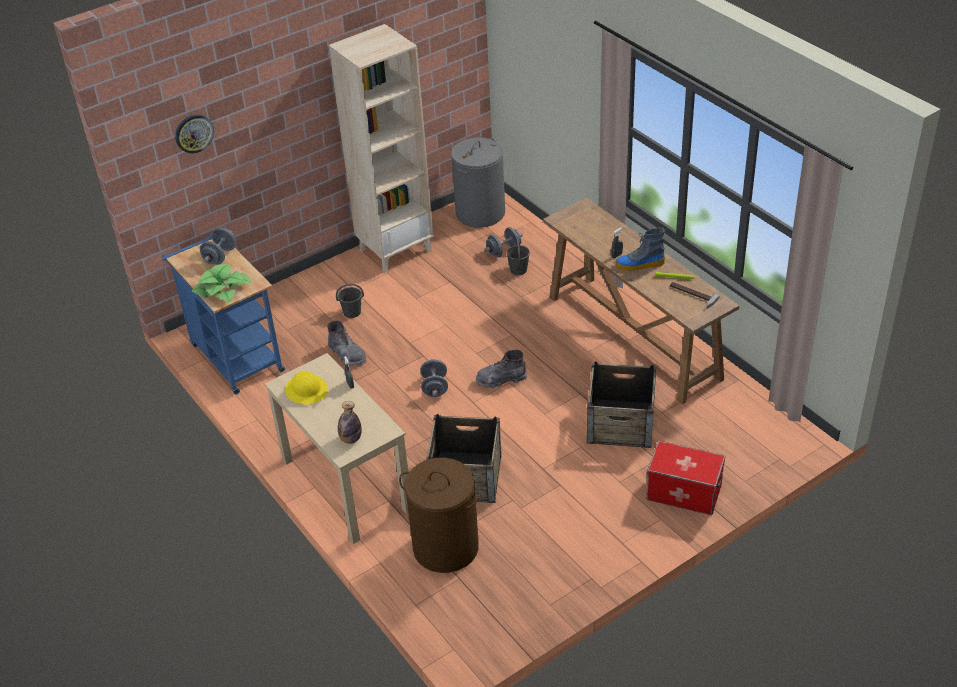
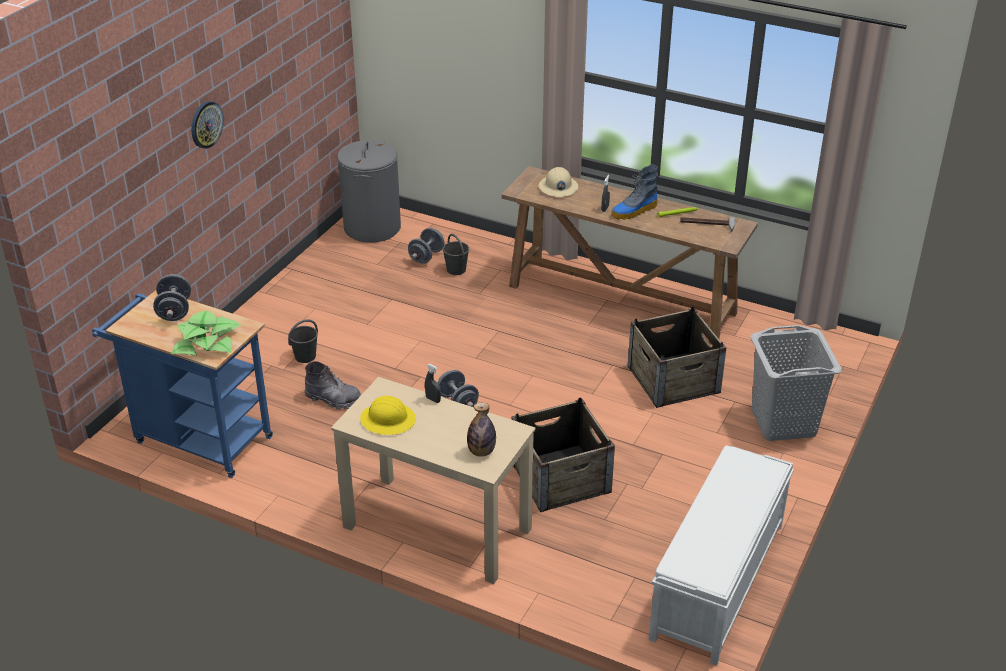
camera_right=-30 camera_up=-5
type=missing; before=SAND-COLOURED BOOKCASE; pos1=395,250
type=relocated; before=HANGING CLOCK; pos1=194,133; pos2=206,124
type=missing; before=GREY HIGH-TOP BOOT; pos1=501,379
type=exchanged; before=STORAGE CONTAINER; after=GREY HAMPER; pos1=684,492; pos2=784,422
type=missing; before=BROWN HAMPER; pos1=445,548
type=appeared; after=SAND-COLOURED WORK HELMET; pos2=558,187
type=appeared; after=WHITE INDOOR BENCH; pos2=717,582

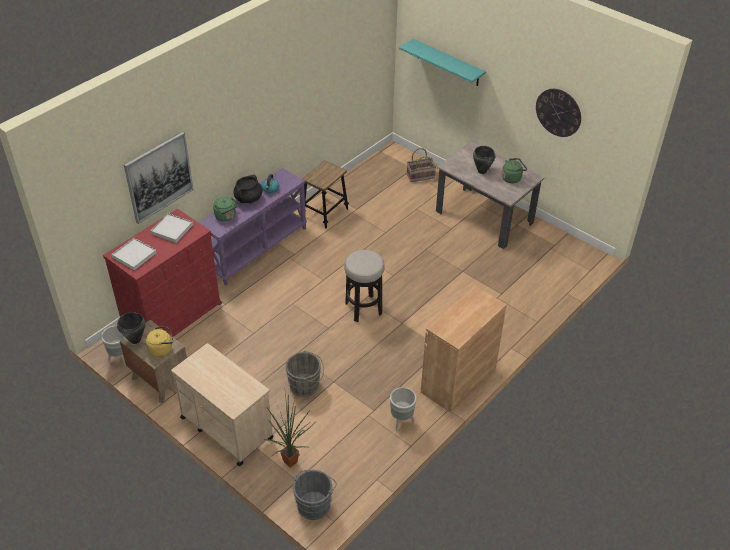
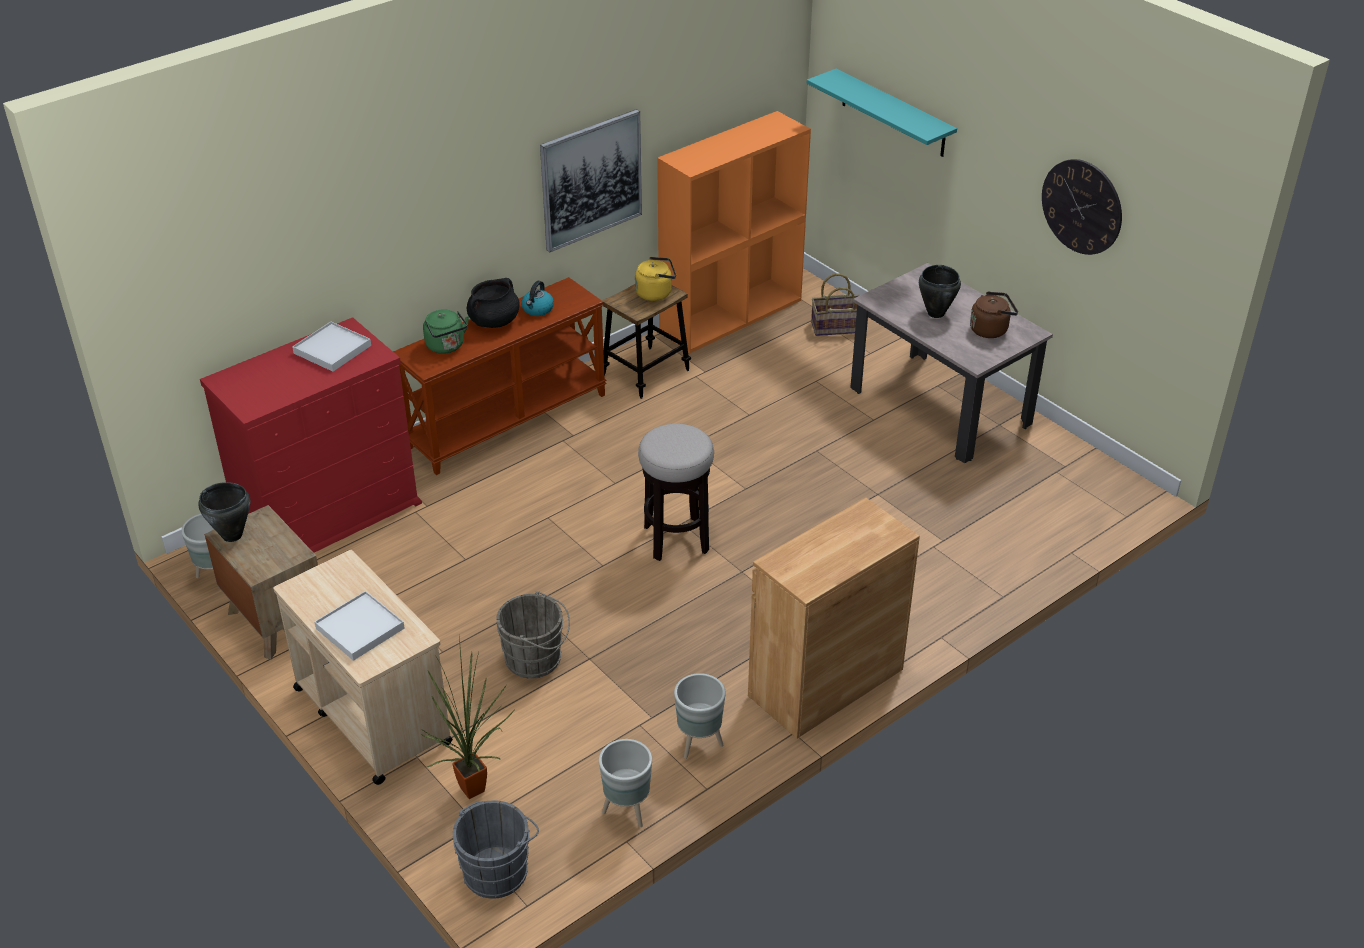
camera_right=10 camera_up=-5
type=relocated; before=WALL PICTURE; pos1=159,177; pos2=591,180
type=colour; before=GREEN-COLOURED KETTLE; after=BROWN KETTLE; pos1=512,178; pos2=991,329
type=colour; before=PURPLISH CONSOLE TABLE; after=BROWN CONSOLE TABLE; pos1=256,248; pos2=507,420
type=relocated; before=WHITE CARRYING TRAY; pos1=134,255; pos2=360,628
type=relocated; before=YELLOW KETTLE; pos1=162,349; pos2=656,293
type=appeared; after=ORANGE-COLOURED BOOKCASE; pos2=731,315
type=appeared; after=GREY PLANT POT; pos2=626,811

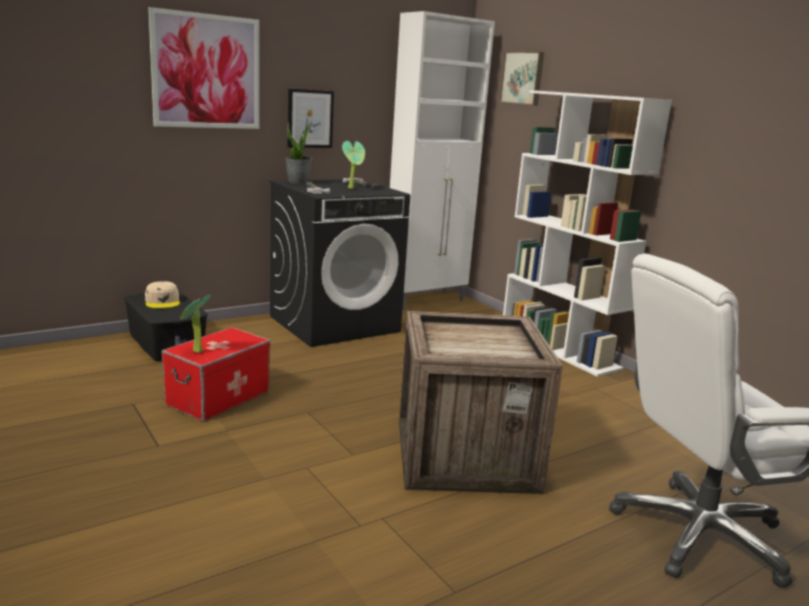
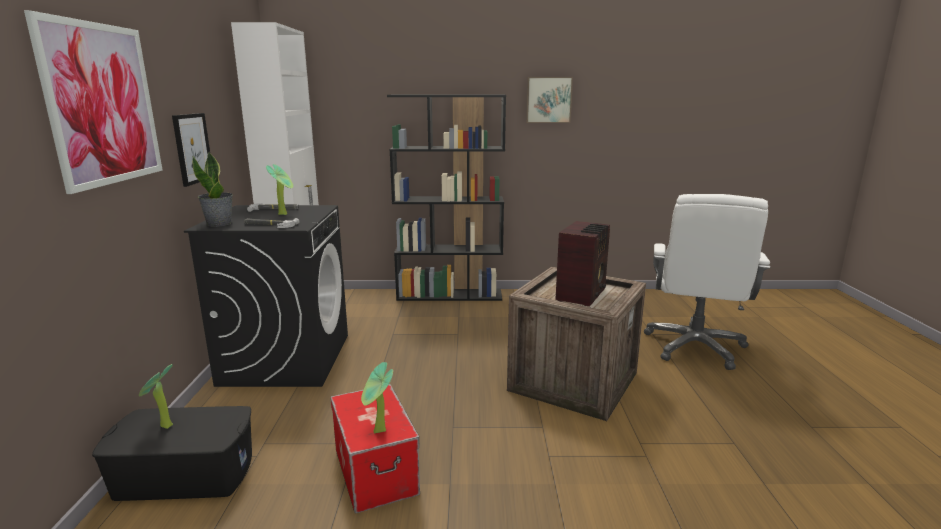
camera_right=-55 camera_up=0
type=relocated; before=WALL PICTURE; pos1=523,78; pos2=548,100
type=colour; before=WHITE BOOKCASE; after=BLACK-COLOURED BOOKCASE; pos1=559,349; pos2=450,295
type=exchanged; before=SAND-COLOURED PEAKED CAP; after=HOUSEPLANT; pos1=162,301; pos2=163,427
type=appeared; after=RADIO; pos2=582,294

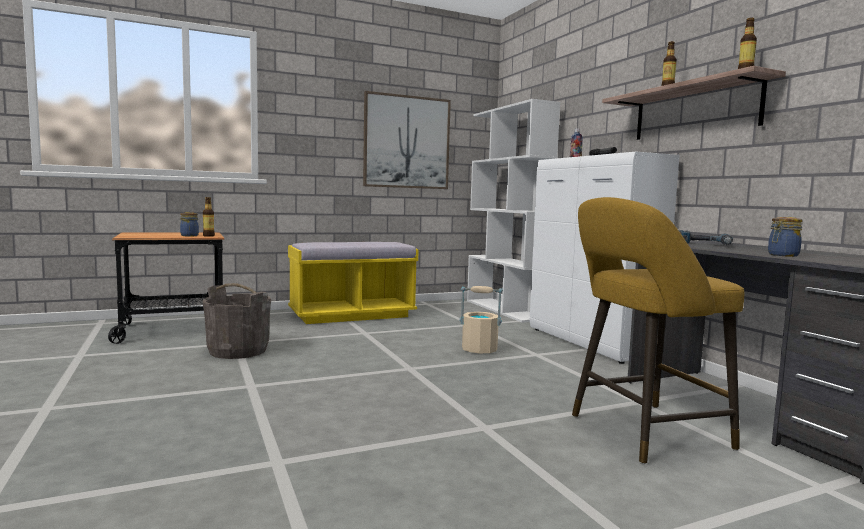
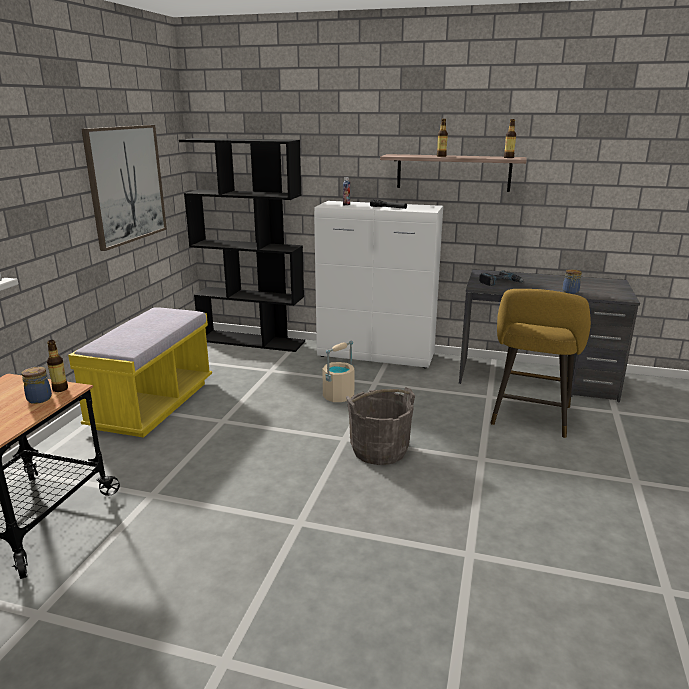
camera_right=-50 camera_up=15
type=colour; before=WHITE BOOKCASE; after=BLACK-COLOURED BOOKCASE; pos1=505,310; pos2=252,341
type=relocated; before=GREY WATER BUCKET; pos1=238,351; pos2=379,450

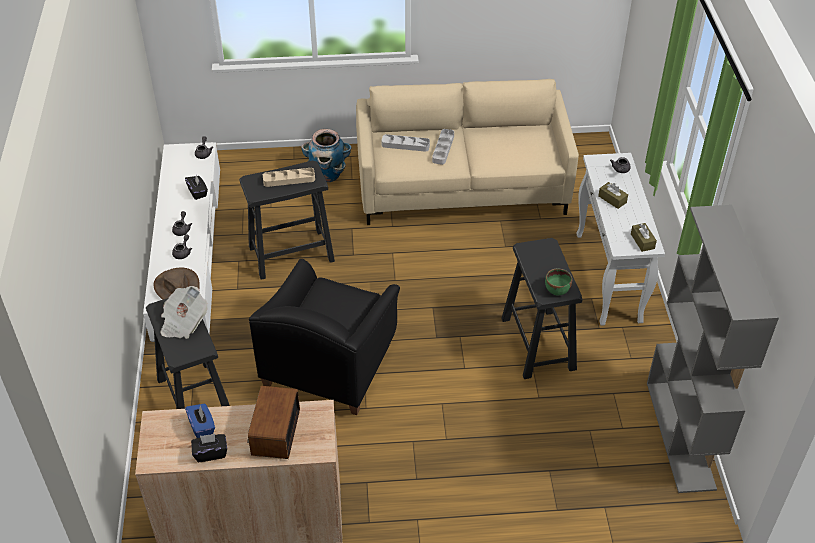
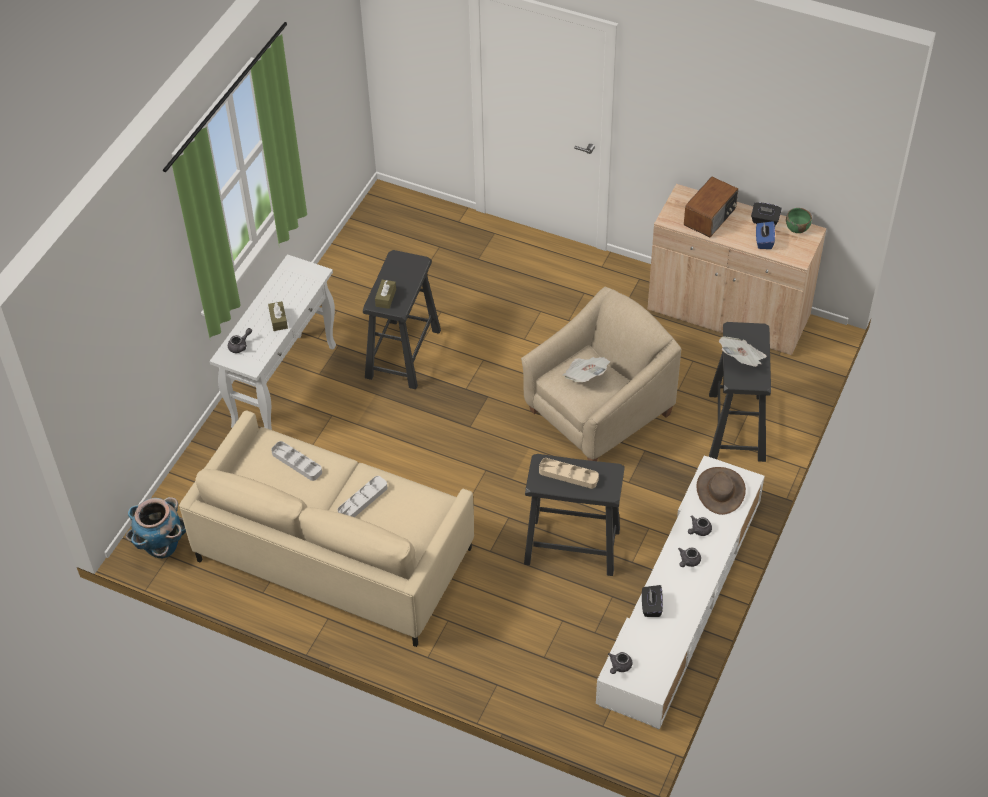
camera_right=-150 camera_up=5
type=relocated; before=PLANT POT; pos1=328,175; pos2=162,547
type=relocated; before=GREY CARRYING TRAY; pos1=405,145; pos2=297,463
type=missing; before=GREY BOOKCASE; pos1=681,435
type=relocated; before=BROWN TISSUE HOLDER; pos1=642,241; pos2=386,298
type=colour; before=BLACK-COLOURED LOUNGE CHAIR; after=SAND-COLOURED LOUNGE CHAIR; pos1=330,363; pos2=598,412
type=relocated; before=GREEN-COLOURED SERVING BOWL; pos1=557,290; pos2=797,228
type=appeared; after=PRINTED PAPER; pos2=585,376

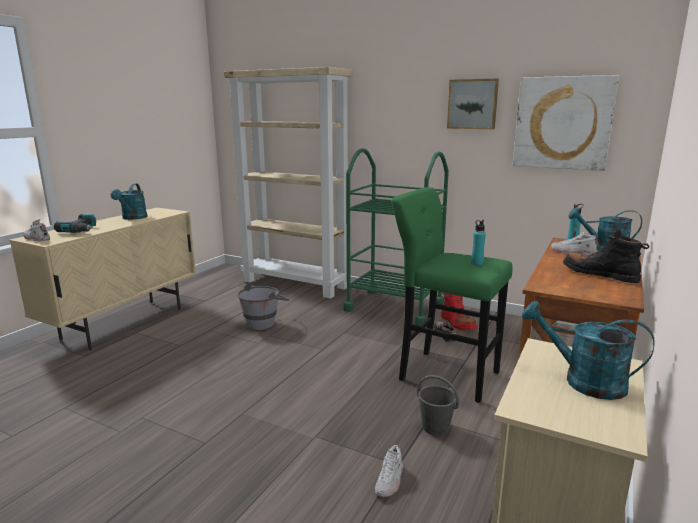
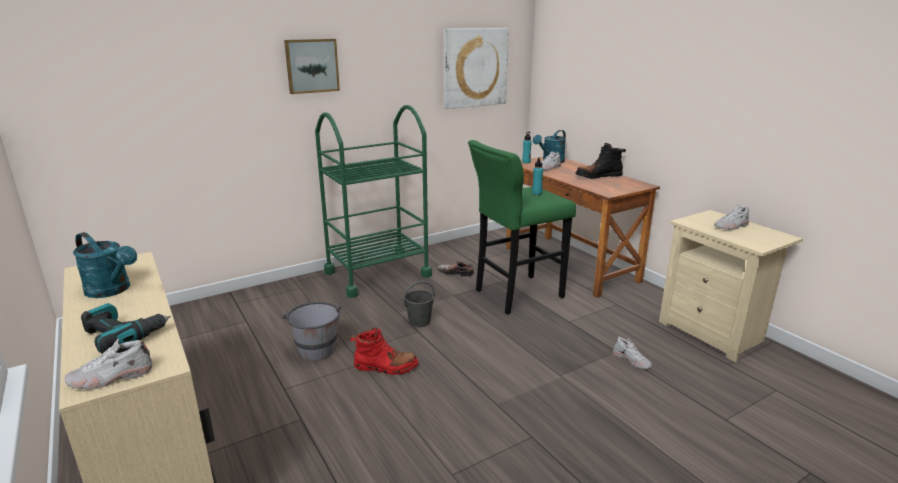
camera_right=-60 camera_up=5
type=missing; before=SAND-COLOURED BOOKCASE; pos1=296,284
type=relocated; before=WALL PICTURE; pos1=472,104; pos2=311,66
type=relocated; before=REDDISH HIGH-TOP BOOT; pos1=457,323; pos2=385,367
type=exchanged; before=BLUE-GREEN SPRINKLING CAN; after=WHITE SHOE; pos1=583,381; pos2=731,226
type=relocated; before=GREY WATER BUCKET; pos1=436,427; pos2=420,321

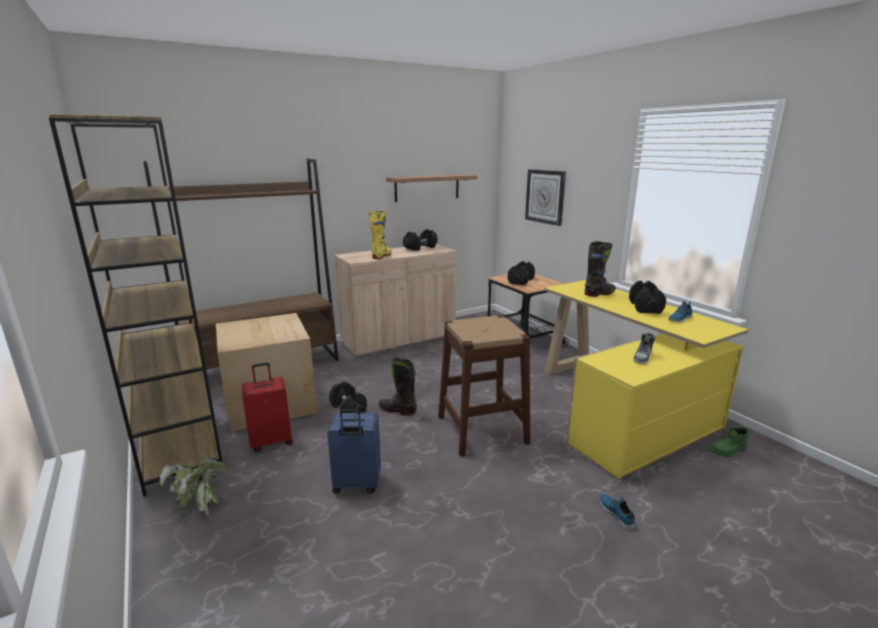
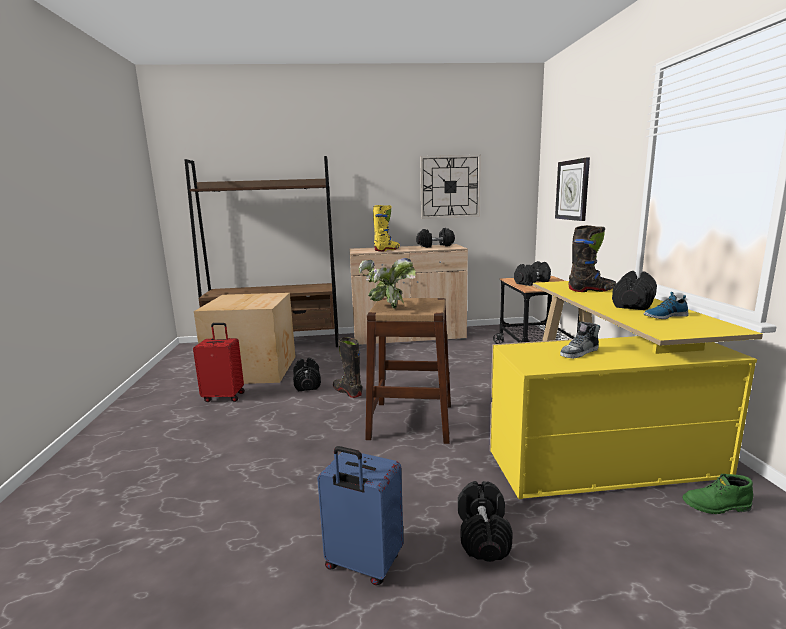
camera_right=25 camera_up=-5
type=missing; before=BROWN BOOKCASE; pos1=179,447
type=exchanged; before=BRACKET SHELF; after=HANGING CLOCK; pos1=427,188; pos2=450,187
type=relocated; before=BLUE PIECE OF LUGGAGE; pos1=356,485; pos2=362,564
type=relocated; before=HOUSEPLANT; pos1=199,503; pos2=386,307
type=exchanged; before=SHOE; after=BLACK-COLOURED FREE WEIGHT; pos1=617,513; pos2=482,534

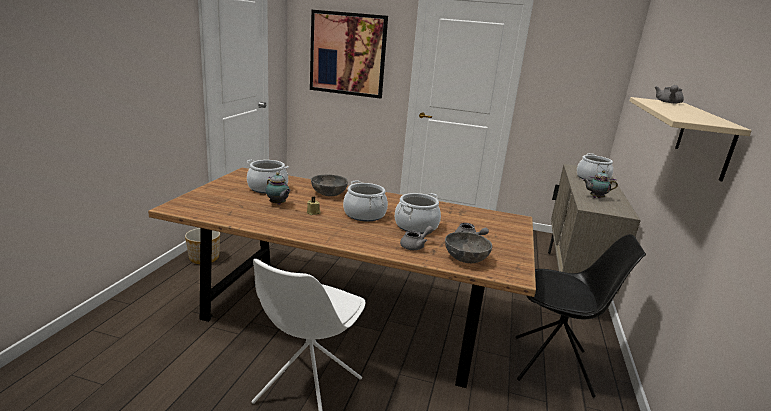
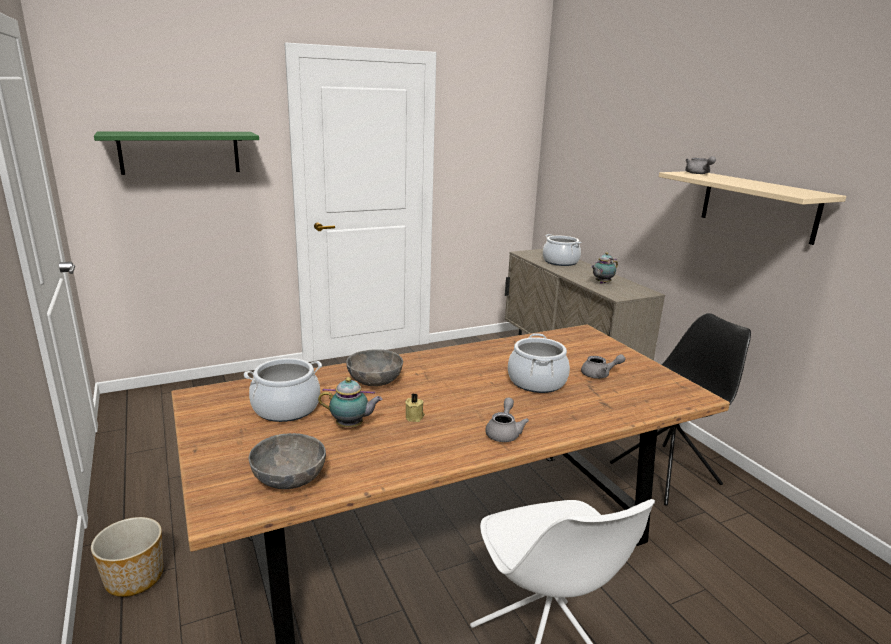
camera_right=-40 camera_up=0
type=exchanged; before=WALL PICTURE; after=GREEN-COLOURED BRACKET SHELF; pos1=347,54; pos2=180,152
type=missing; before=COOKING POT; pos1=364,214
type=relocated; before=GREY TEAPOT; pos1=415,246; pos2=504,432
type=relocated; before=GREY SERVING BOWL; pos1=465,258; pos2=289,479

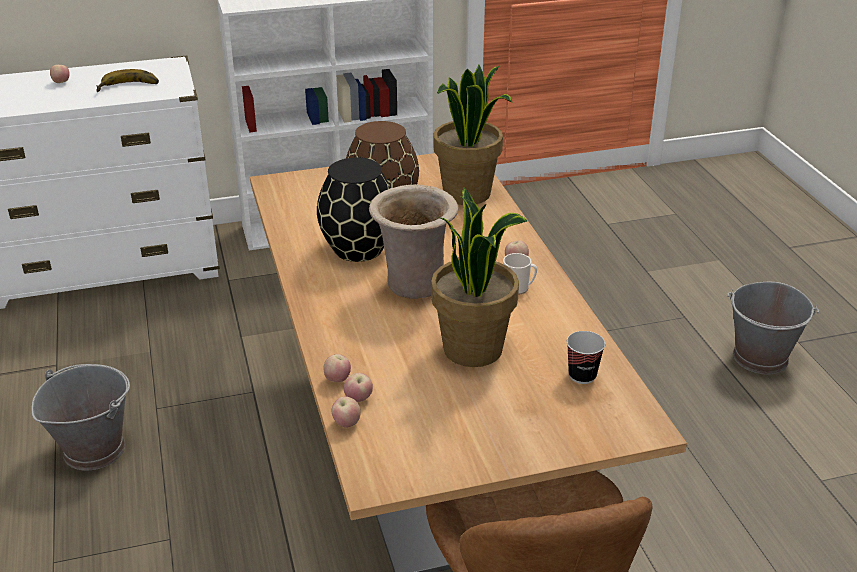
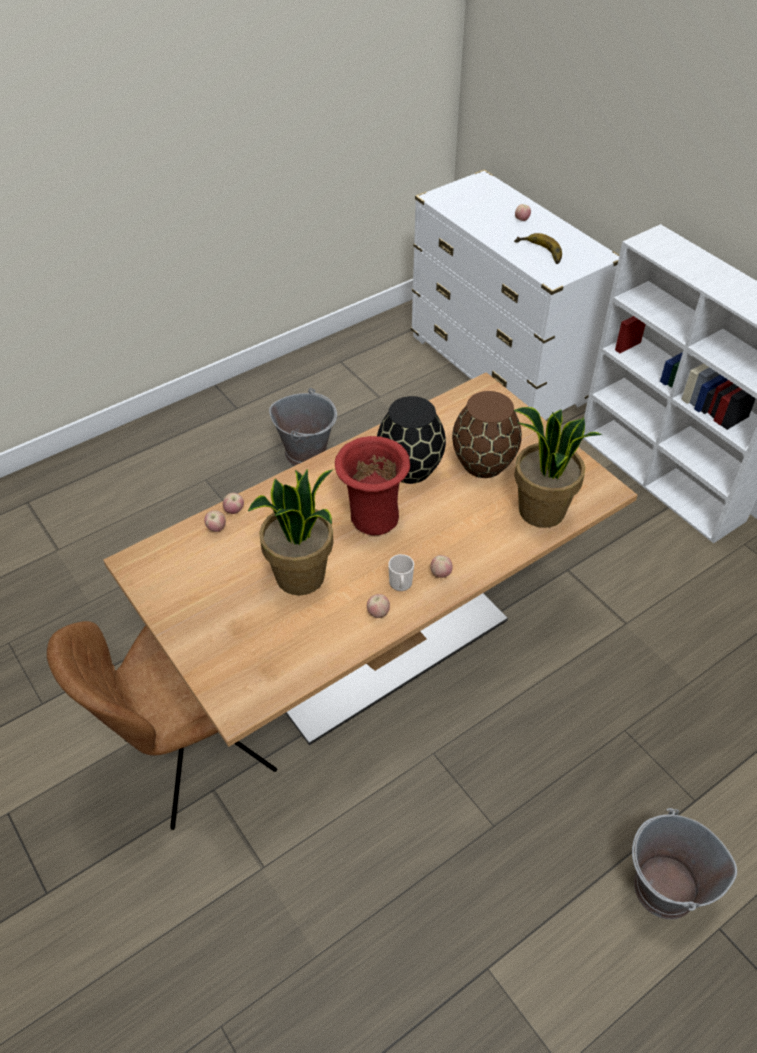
camera_right=70 camera_up=15
type=colour; before=SAND-COLOURED VASE; after=REDDISH VASE; pos1=414,286; pos2=372,518
type=missing; before=DRINKING CUP; pos1=582,376
type=relocated; before=APPLE FRUIT; pos1=346,423; pos2=378,613

